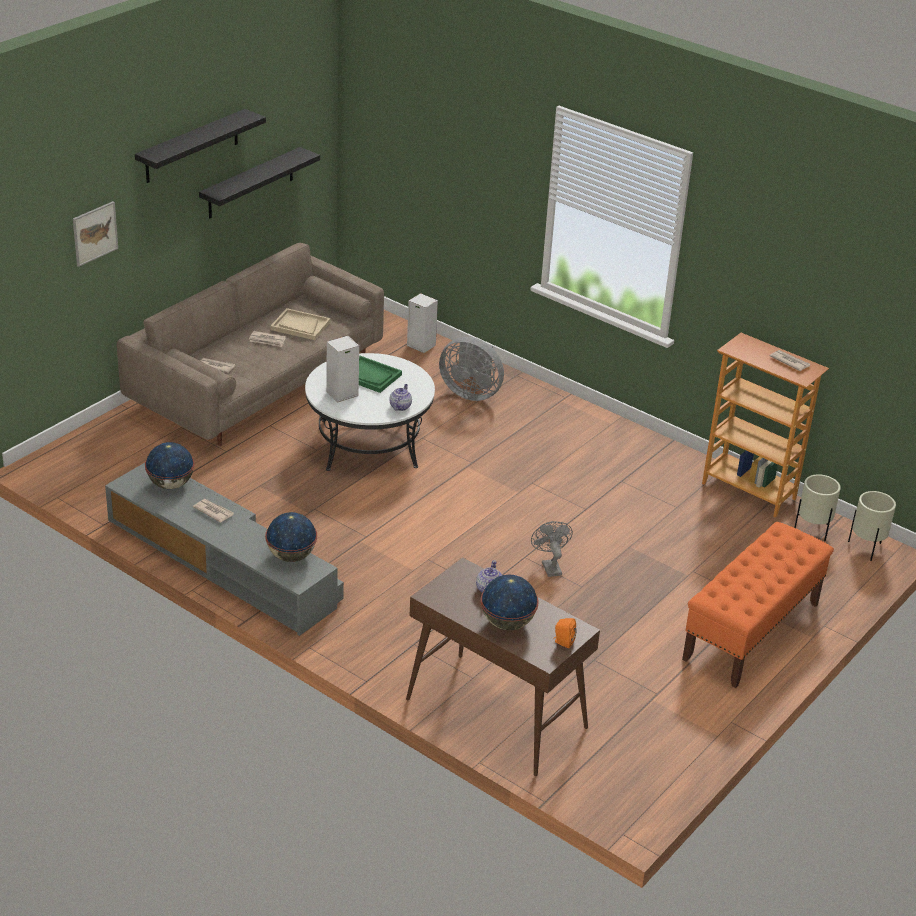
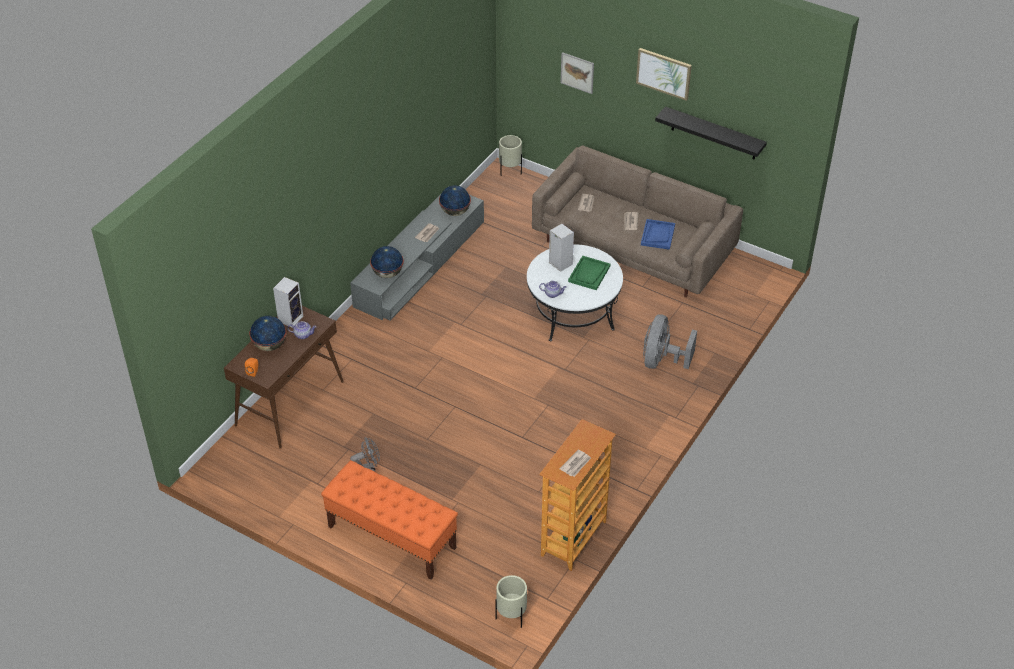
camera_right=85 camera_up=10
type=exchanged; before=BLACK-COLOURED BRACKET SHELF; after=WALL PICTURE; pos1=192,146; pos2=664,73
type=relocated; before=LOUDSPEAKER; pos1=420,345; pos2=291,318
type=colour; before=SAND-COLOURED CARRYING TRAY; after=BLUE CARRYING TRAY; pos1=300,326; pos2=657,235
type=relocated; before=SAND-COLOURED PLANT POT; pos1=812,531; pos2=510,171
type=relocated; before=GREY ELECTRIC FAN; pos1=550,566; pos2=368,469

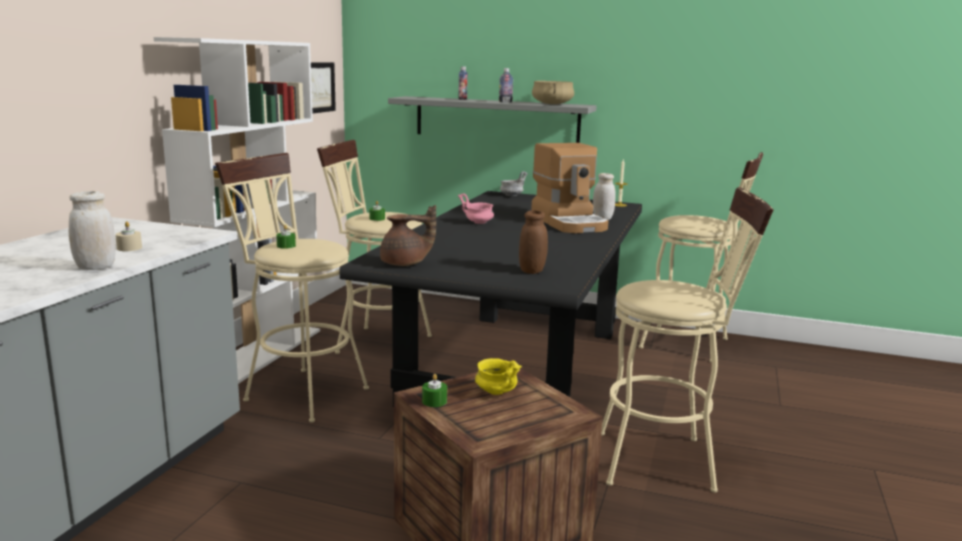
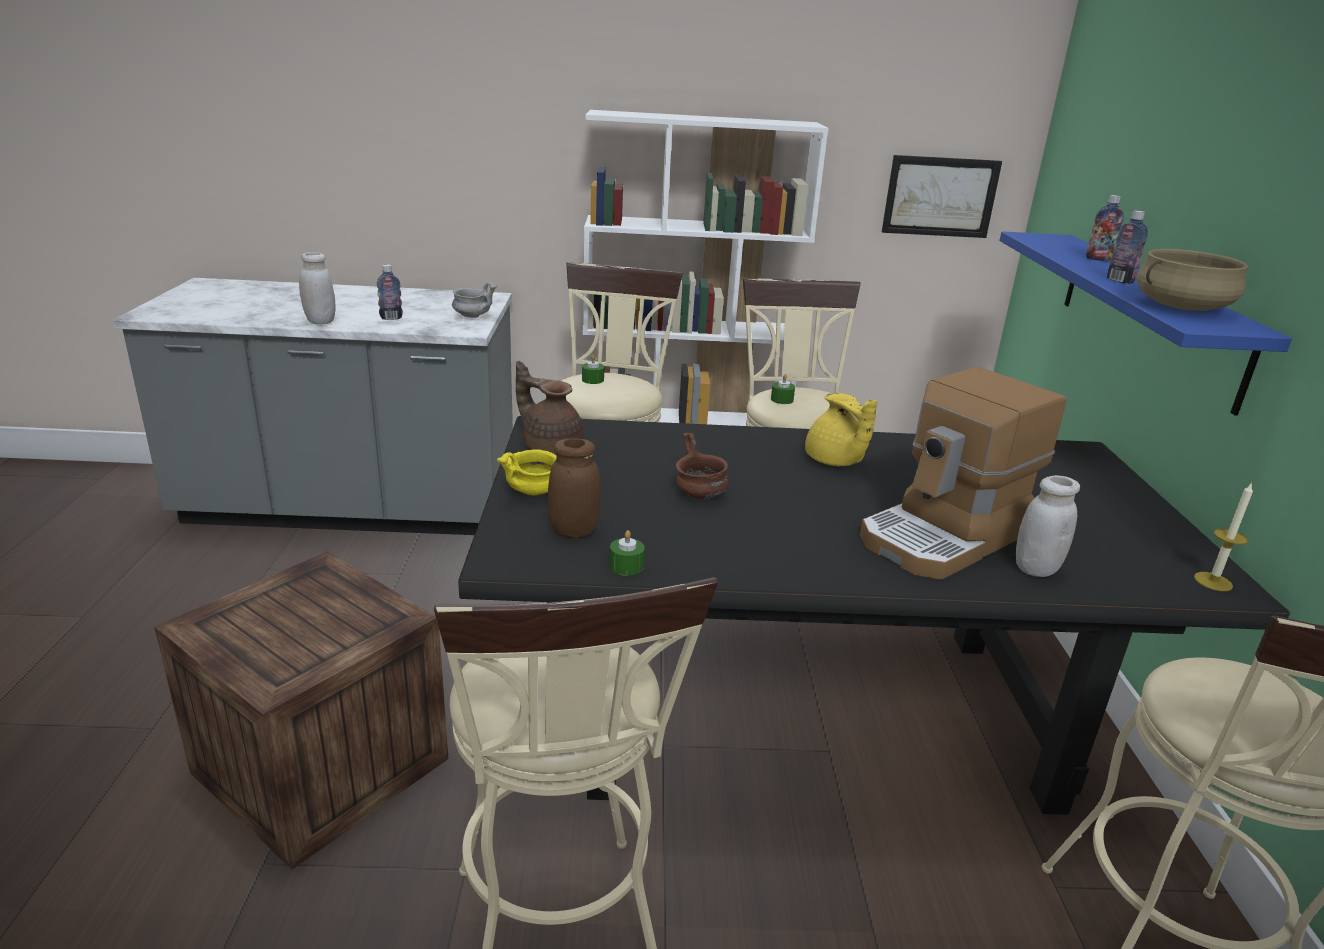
camera_right=70 camera_up=10
type=colour; before=GREY BRACKET SHELF; after=BLUE BRACKET SHELF; pos1=496,119; pos2=1148,314
type=relocated; before=GREY SERVING BOWL; pos1=512,195; pos2=474,316
type=exchanged; before=PINK-COLOURED SERVING BOWL; after=YELLOW TEAPOT; pos1=478,223; pos2=834,461
type=spun; before=BROWN TEAPOT; pos1=405,264; pos2=551,446; turn=150
type=exchanged; before=SAND-COLOURED CANDLE; after=BEVERAGE BOTTLE; pos1=129,248; pos2=391,318
type=relocated; before=YELLOW SERVING BOWL; pos1=498,392; pos2=533,492
type=relocated; before=GREEN-COLOURED CANDLE; pos1=434,401; pos2=626,566
type=appeared; after=BROWN SERVING BOWL; pos2=699,494

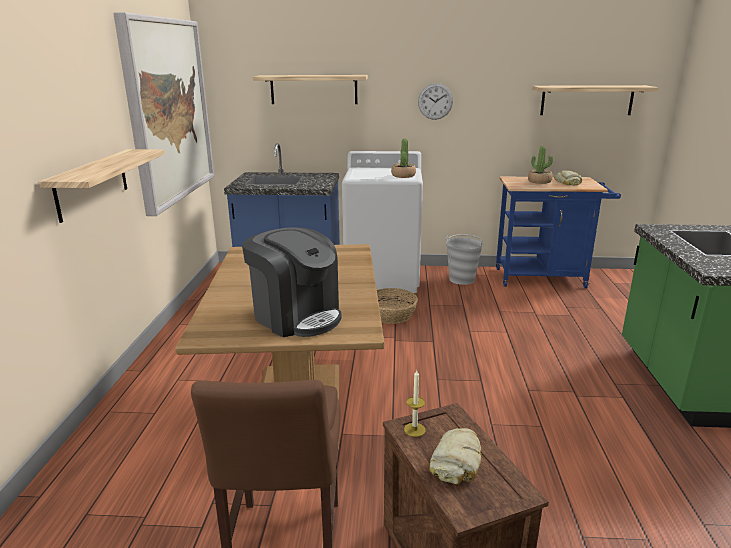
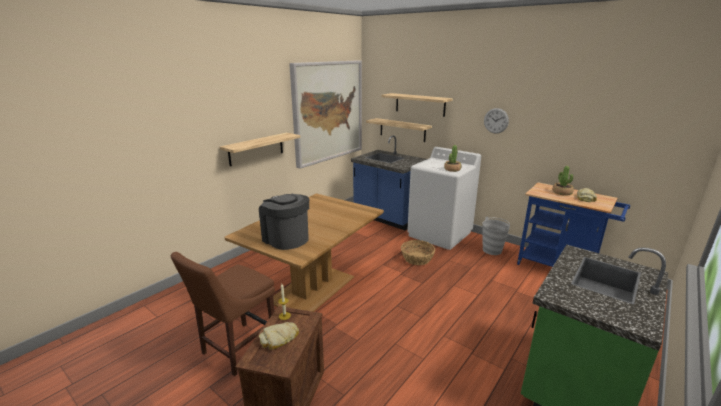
camera_right=35 camera_up=0
type=relocated; before=BRACKET SHELF; pos1=586,100; pos2=402,130
type=spun; before=COFFEE MAKER; pos1=296,316; pos2=286,238; turn=150

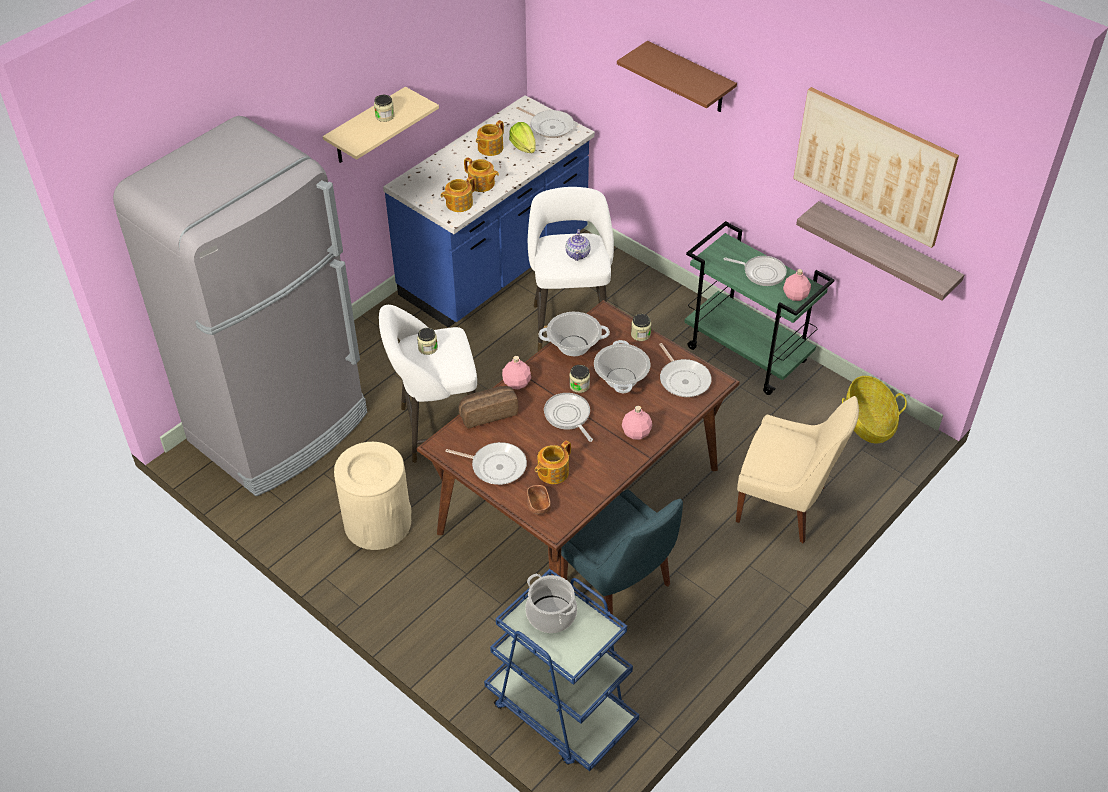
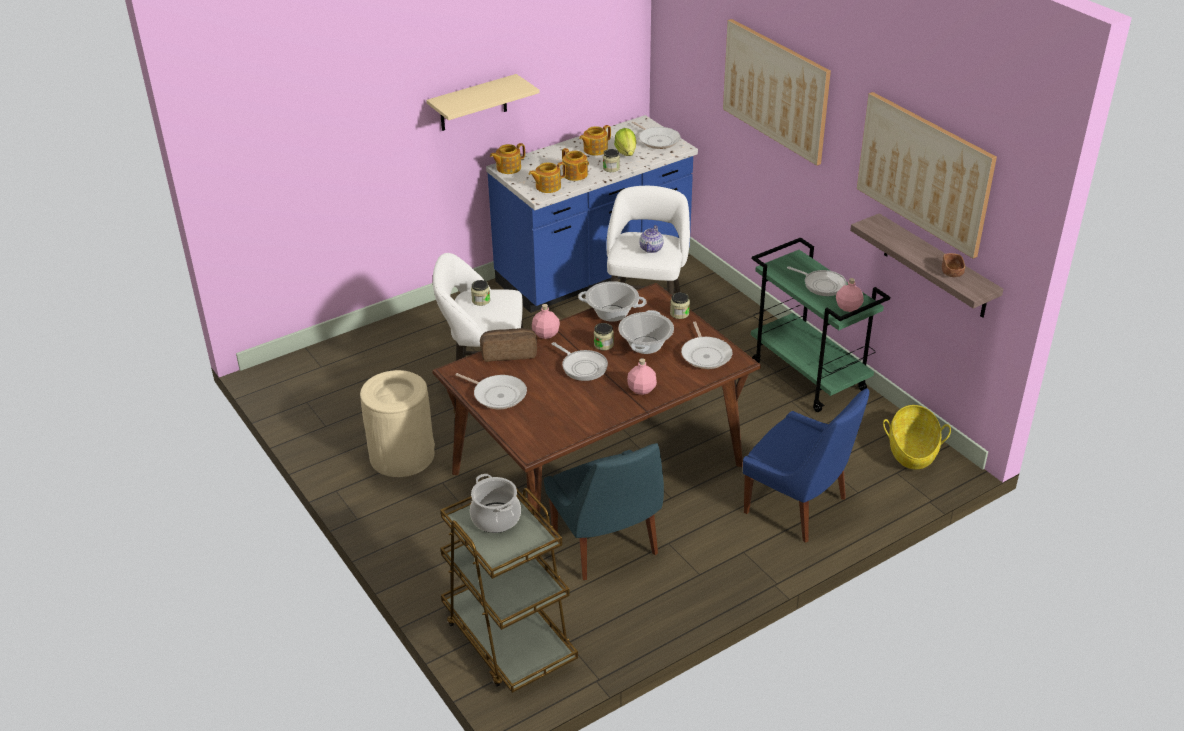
camera_right=15 camera_up=-10
type=exchanged; before=BROWN BRACKET SHELF; after=WALL PICTURE; pos1=690,78; pos2=775,90
type=relocated; before=PRESERVE JAR; pos1=385,116; pos2=611,168
type=missing; before=GREY KITCHEN FRIDGE; pos1=280,428
type=spun; before=FRYING PAN; pos1=568,416; pos2=582,367; turn=150
type=colour; before=SAND-COLOURED PLAIN CHAIR; after=BLUE PLAIN CHAIR; pos1=784,505; pos2=799,507
type=relocated; before=TEAPOT; pos1=552,472; pos2=508,168
type=relocated; before=BROWN SERVING BOWL; pos1=538,506; pos2=952,272
type=colour; before=BLUE TROLLEY; after=BROWN TROLLEY; pos1=560,710; pos2=508,639

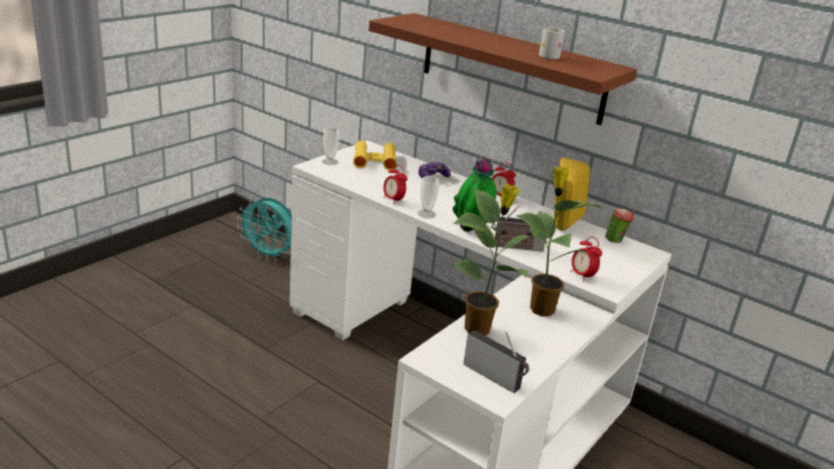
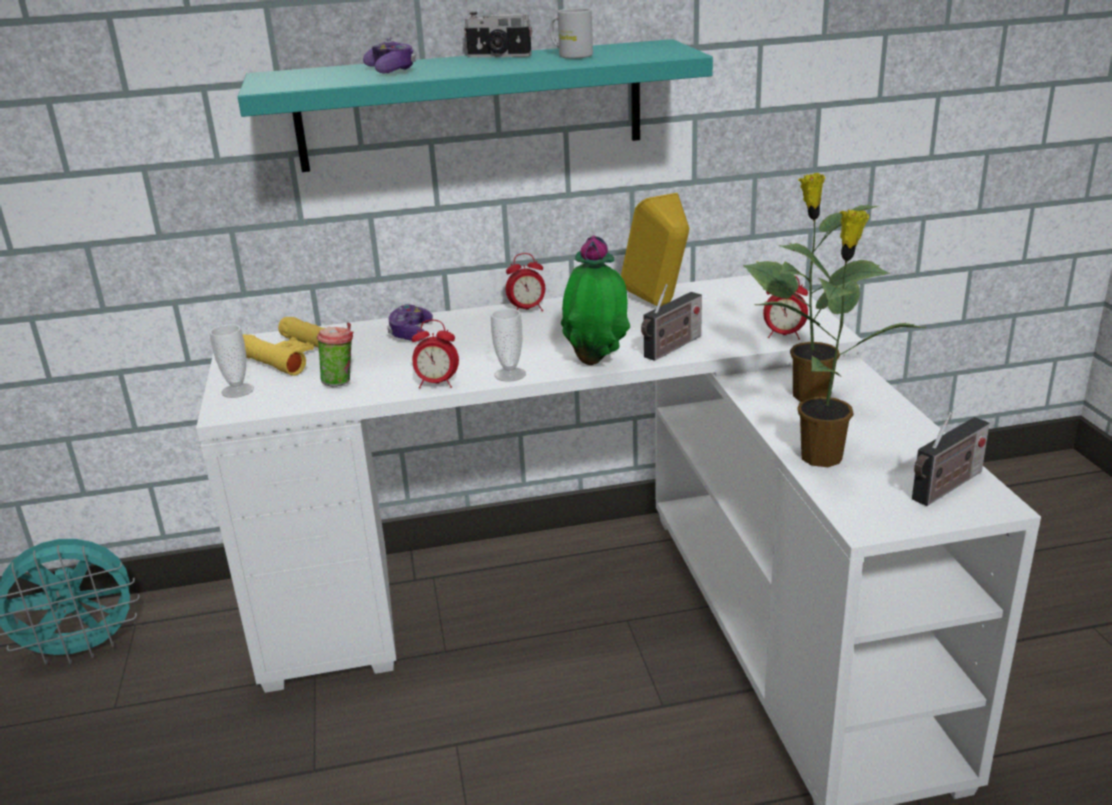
camera_right=-45 camera_up=0
type=colour; before=BROWN BRACKET SHELF; after=BLUE-GREEN BRACKET SHELF; pos1=511,68; pos2=471,106
type=relocated; before=DRINKING CUP; pos1=616,241; pos2=341,382
type=spun; before=RADIO; pos1=494,377; pos2=945,488; turn=150
type=appeared; after=STILL CAMERA; pos2=499,56
type=appeared; after=GAME CONTROLLER; pos2=391,70

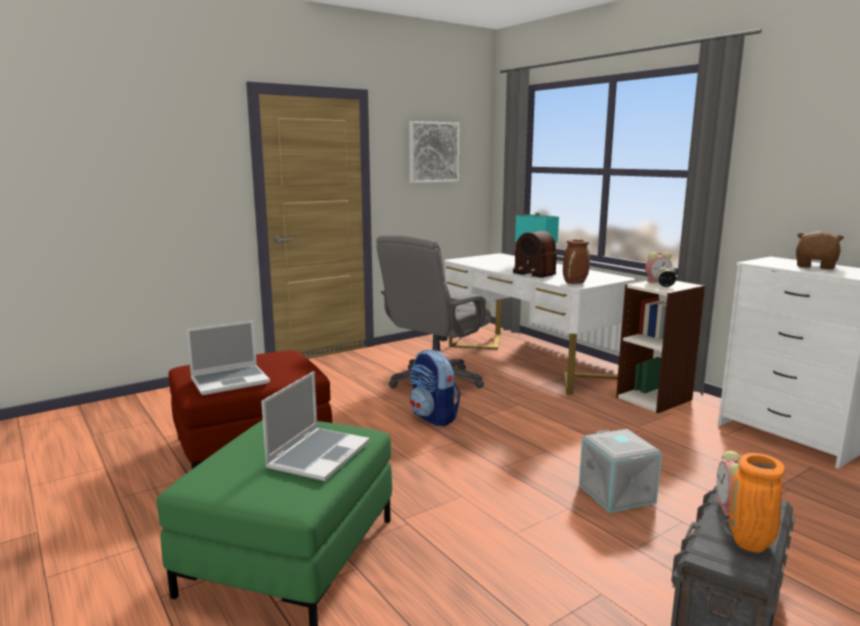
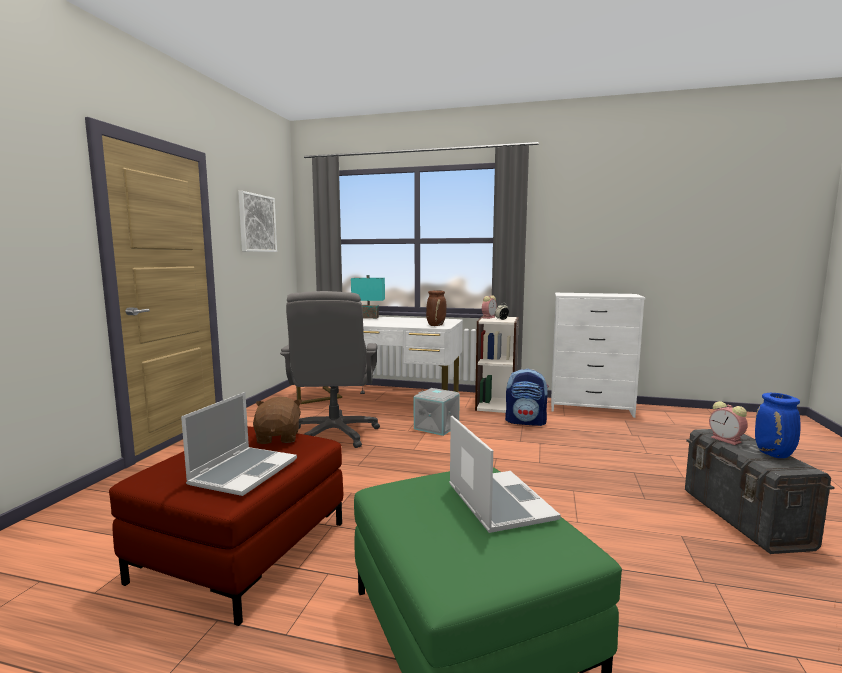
camera_right=-40 camera_up=-5
type=missing; before=RADIO; pos1=534,273
type=relocated; before=BROWN PLUSH TOY; pos1=816,266; pos2=279,438
type=relocated; before=RUCKSACK; pos1=433,417; pos2=526,422
type=relocated; before=GREY STORAGE CONTAINER; pos1=618,493; pos2=437,427
type=colour; before=ORANGE-COLOURED VASE; after=BLUE VASE; pos1=751,544; pos2=774,455

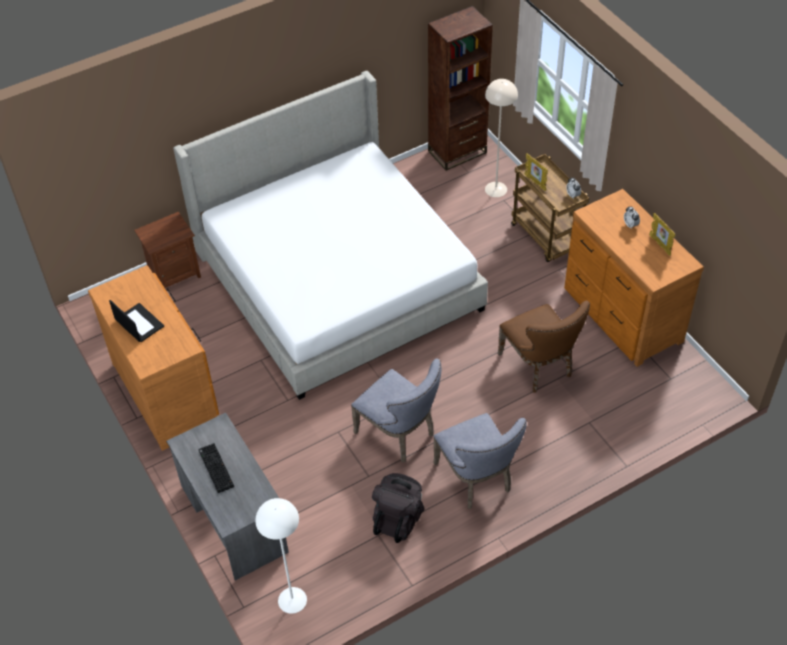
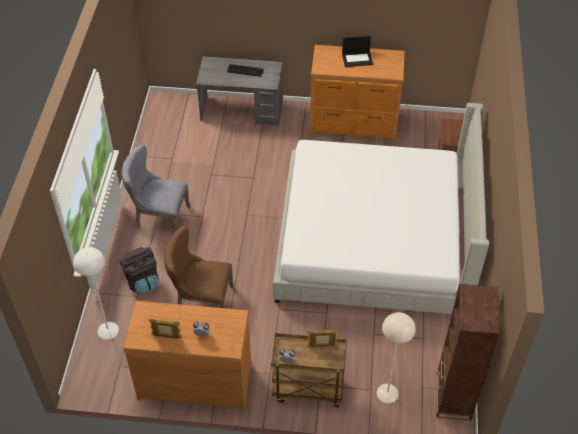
camera_right=125 camera_up=0
type=missing; before=GREY PLAIN CHAIR; pos1=399,434
type=relocated; before=BLACK-COLOURED RUCKSACK; pos1=398,518; pos2=142,280
type=relocated; before=WHITE STANDING LAMP; pos1=292,600; pos2=108,330

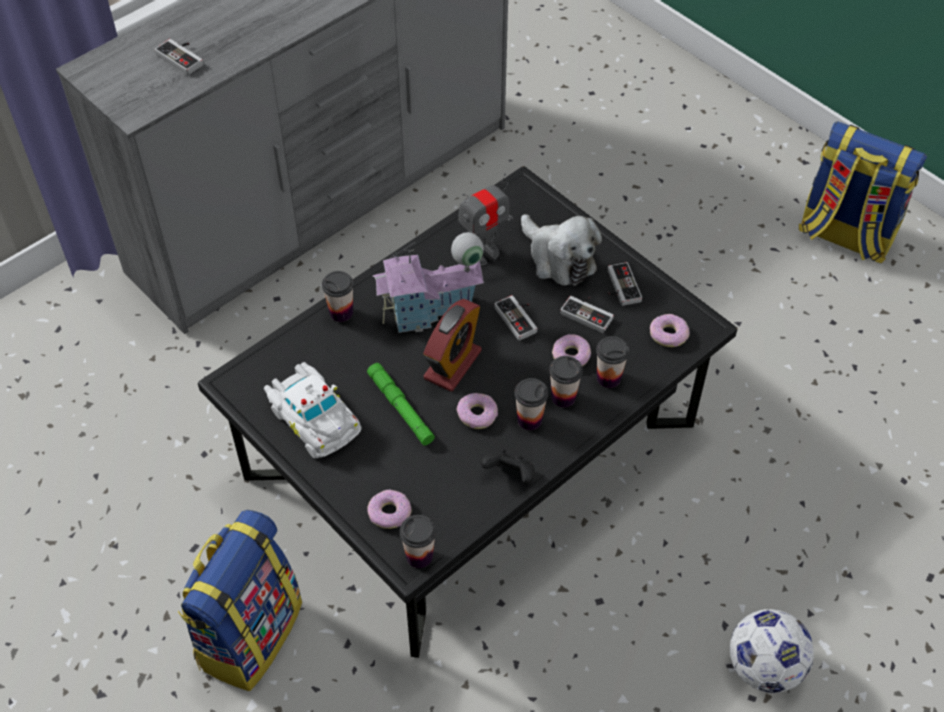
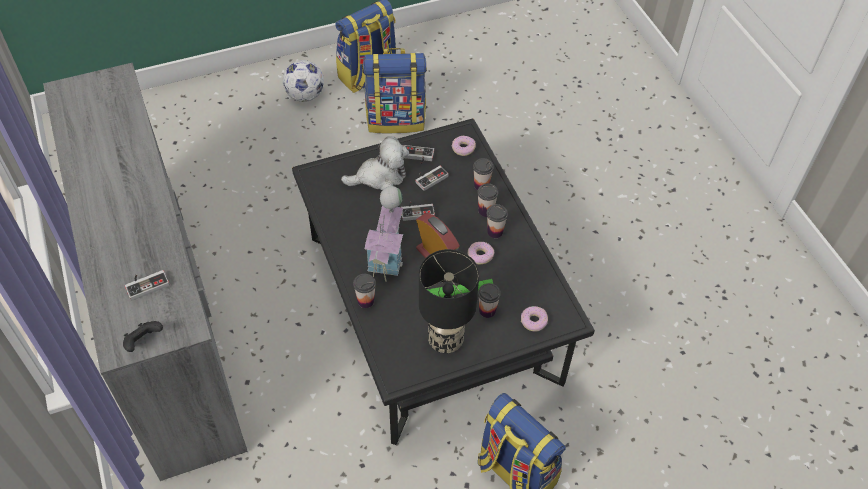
camera_right=-70 camera_up=0
type=missing; before=ROBOT FIGURE; pos1=483,253
type=missing; before=DOUGHNUT; pos1=571,356
type=exchanged; before=WHITE MODEL CAR; after=BLACK-COLOURED LAMP FOR A TABLE; pos1=314,417; pos2=444,340
type=relocated; before=BLACK-COLOURED GAME CONTROLLER; pos1=510,475; pos2=143,342
type=relocated; before=DRINKING CUP; pos1=419,556; pos2=487,310
type=relocated; before=BALL FOR FOOTBALL; pos1=763,668; pos2=305,96
type=appeared; after=RUCKSACK; pos2=396,119

